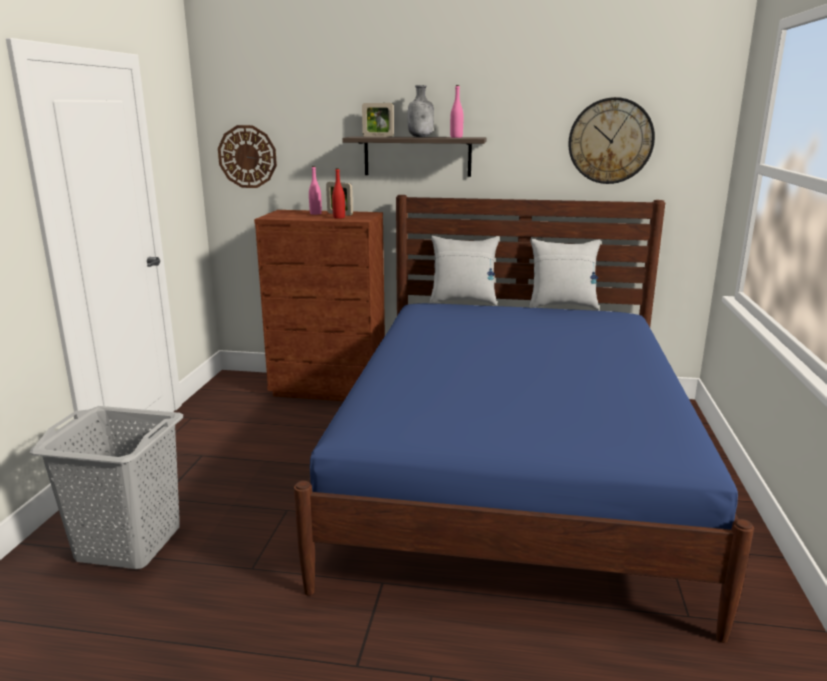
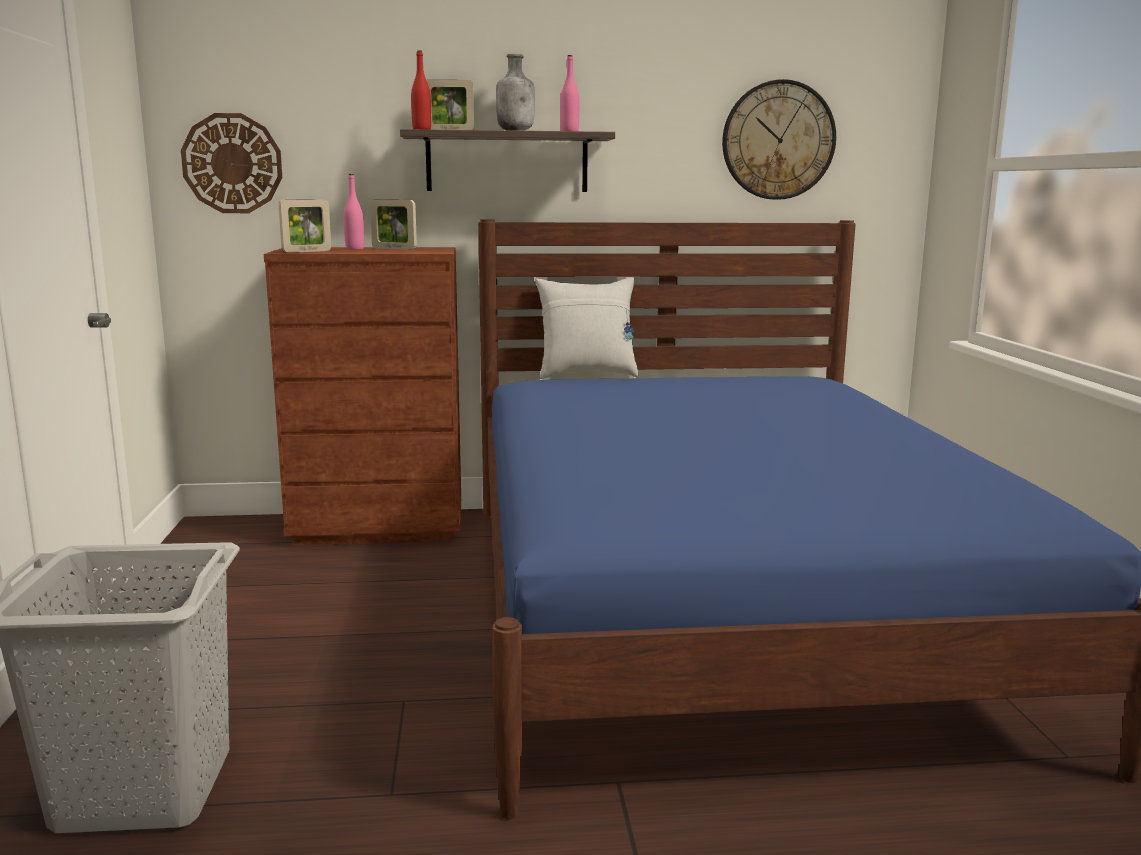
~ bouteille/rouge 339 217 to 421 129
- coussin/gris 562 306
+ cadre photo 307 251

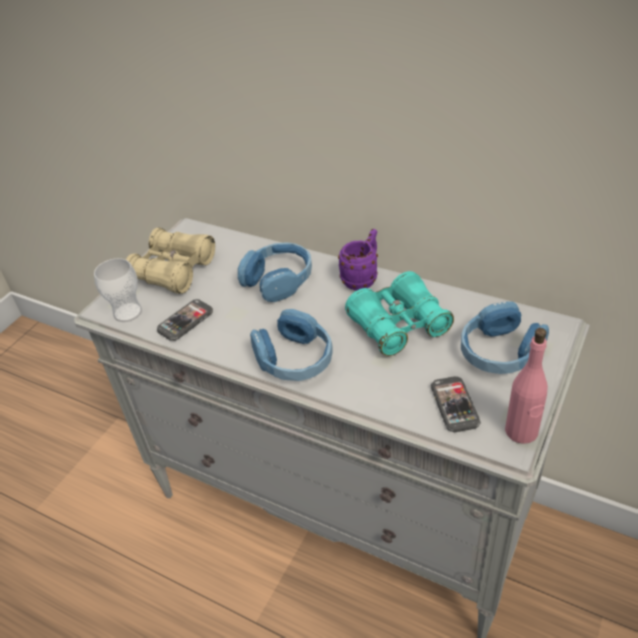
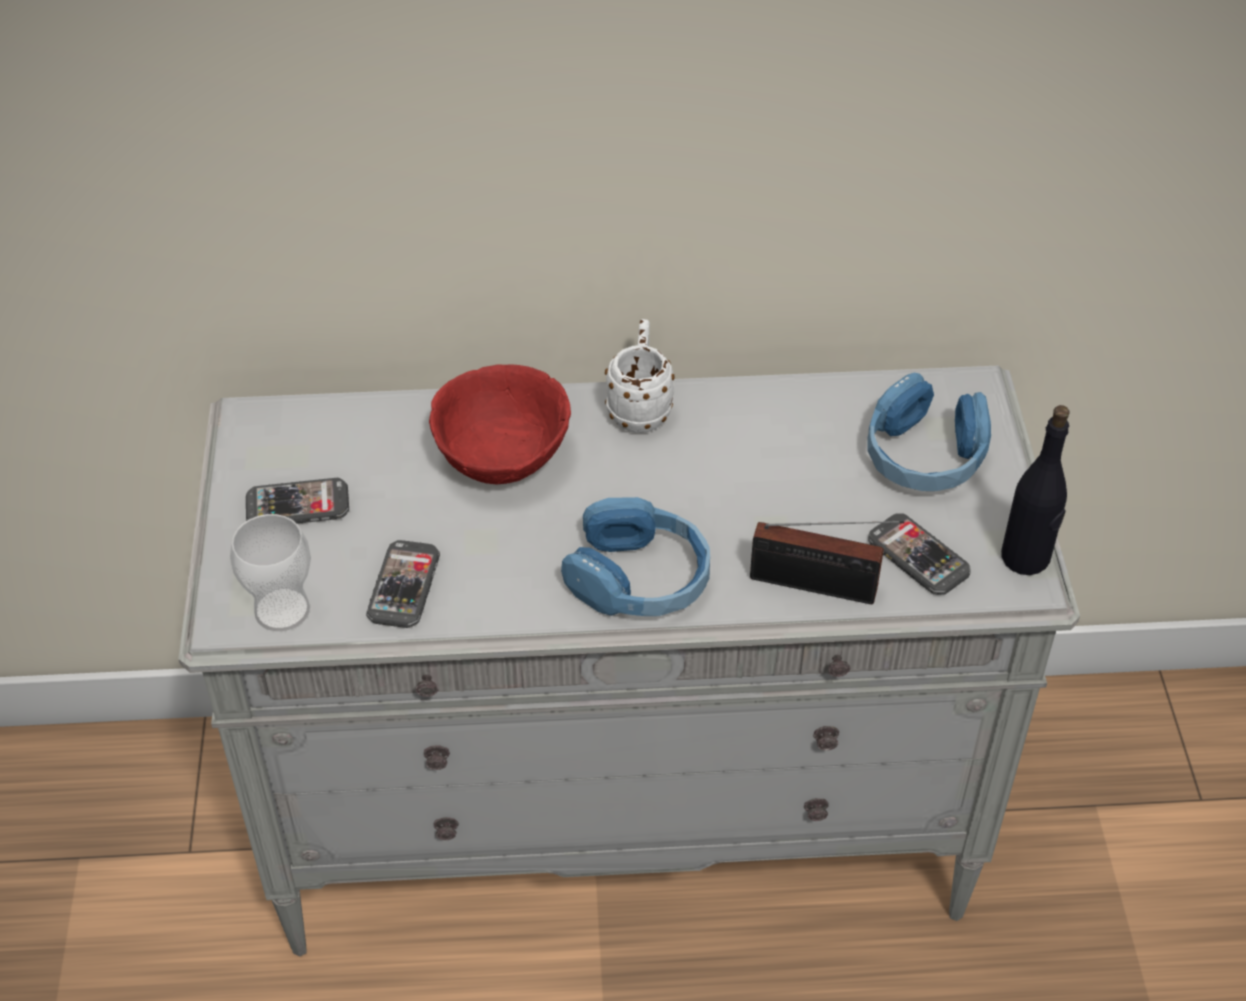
~ jumelles/beige 174 271 to téléphone 297 505
~ mug/violet 362 278 to mug/blanc 640 408
~ casque audio/bleu 278 280 to bol/rouge 503 457
- jumelles/turquoise 398 325
~ bouteille/rose 521 431 to bouteille/noir 1025 558
+ radio 820 587

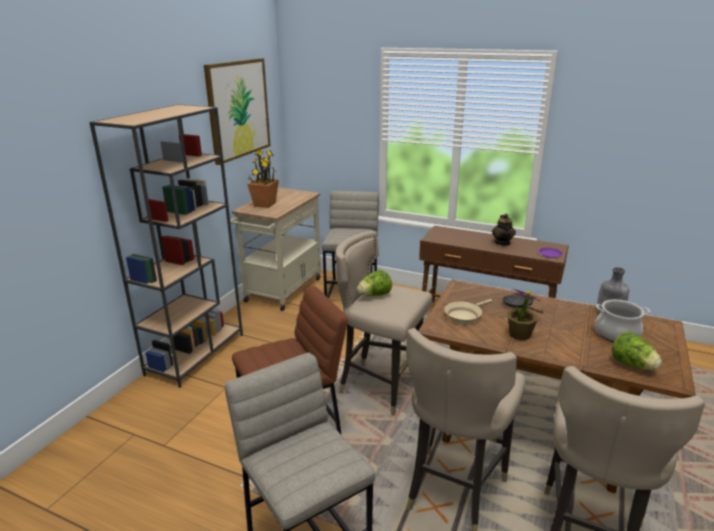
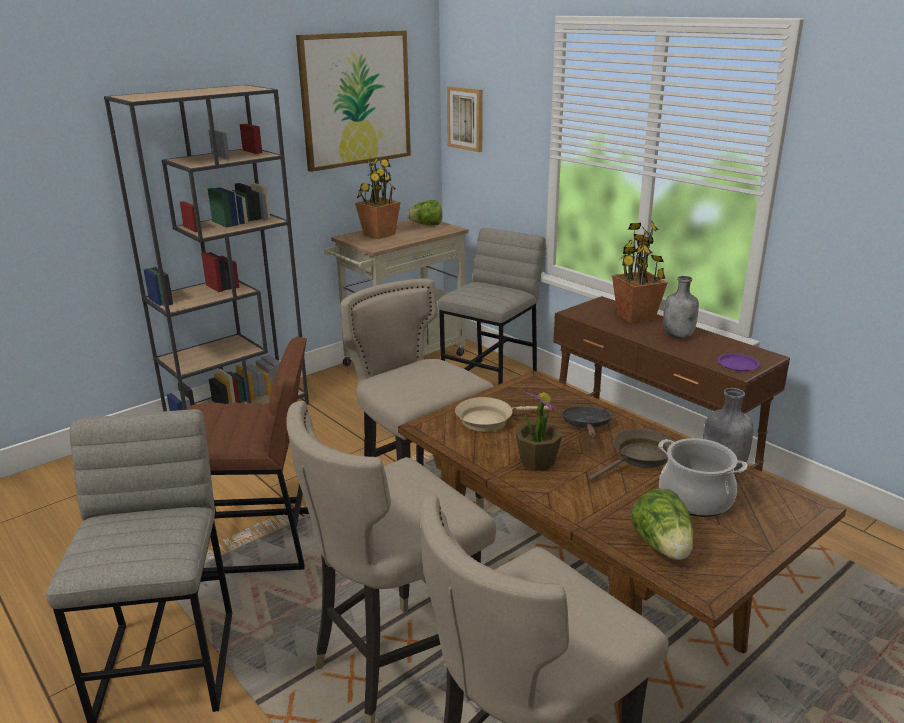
~ théière 502 242 to bouteille/gris 678 336
~ laitue 374 295 to 426 225
+ tableau 466 118
+ plante en pot 636 317
+ poêle/marron 639 458

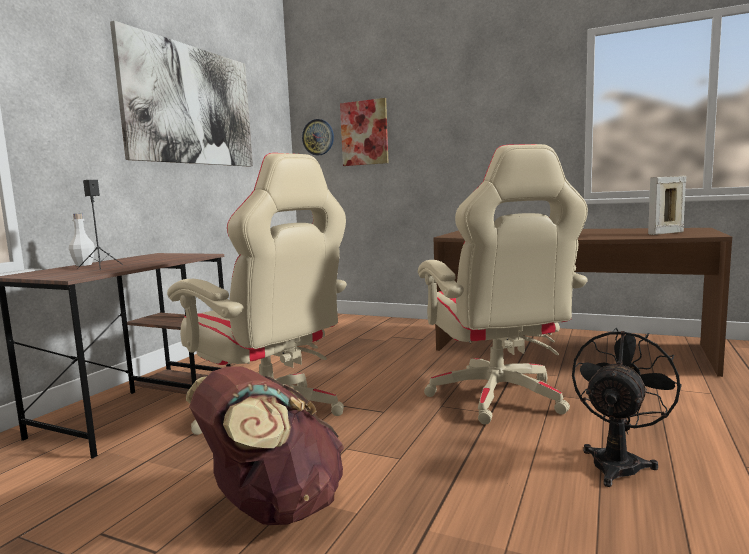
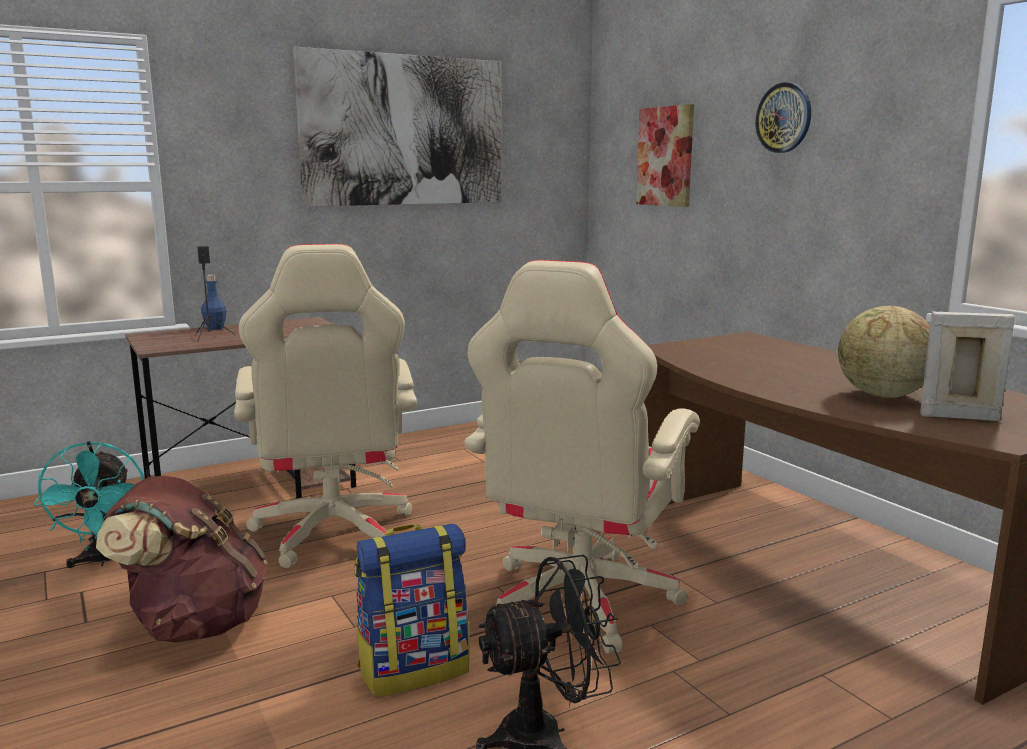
~ horloge murale 318 137 to 784 118
~ bouteille/blanc 84 265 to bouteille/bleu 215 328
+ globe 881 396
+ ventilateur/turquoise 104 561
+ sac à dos 414 669

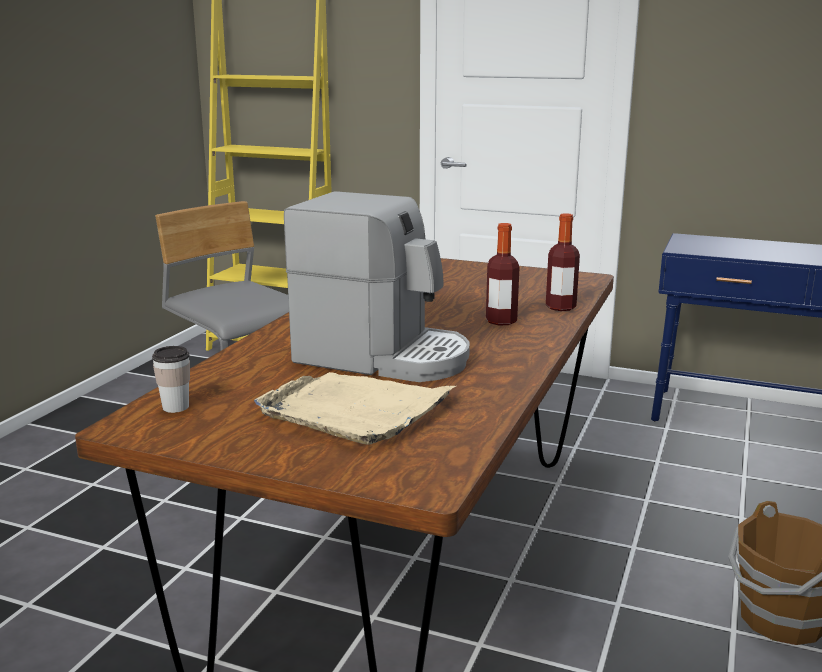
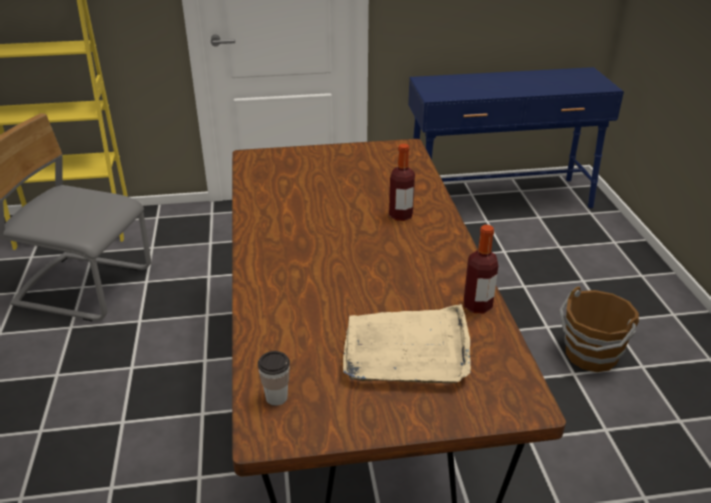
- machine à café 383 357
~ bouteille 560 307 to 477 306

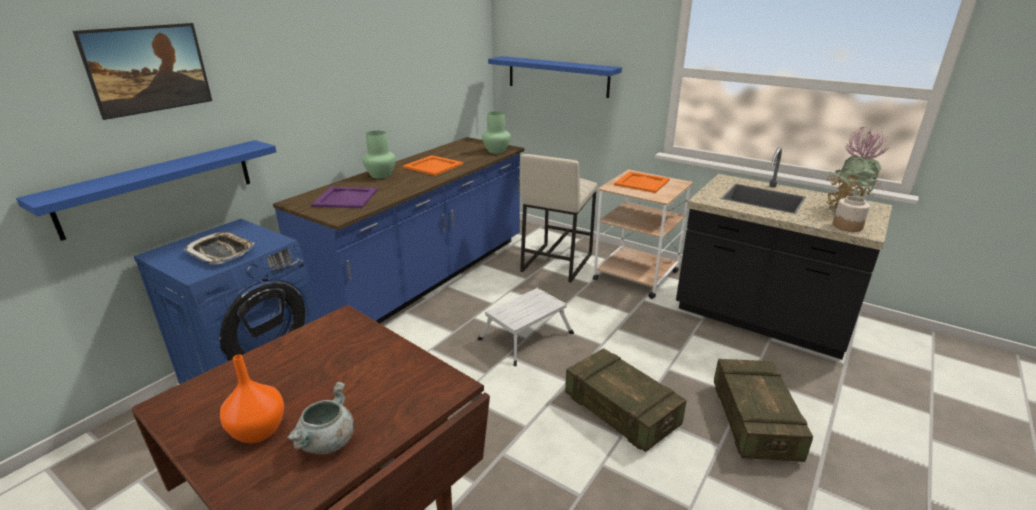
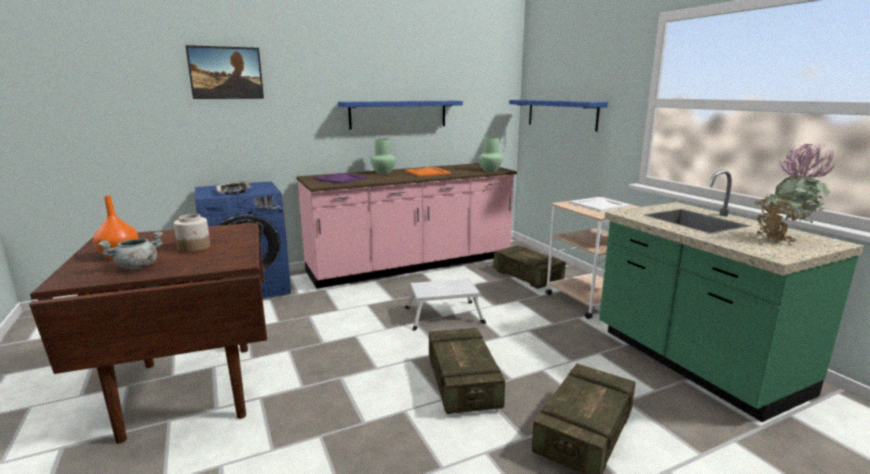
~ comptoir de cuisine/bleu 425 278 to comptoir de cuisine/rose 411 265
~ étagère/bleu 159 186 to 398 114
~ comptoir de cuisine/noir 761 319 to comptoir de cuisine/vert 694 362
~ tabouret/beige 557 262 to caisse 527 276
~ plateau/orange 641 182 to plateau/blanc 599 204
~ bocal 847 226 to 194 247

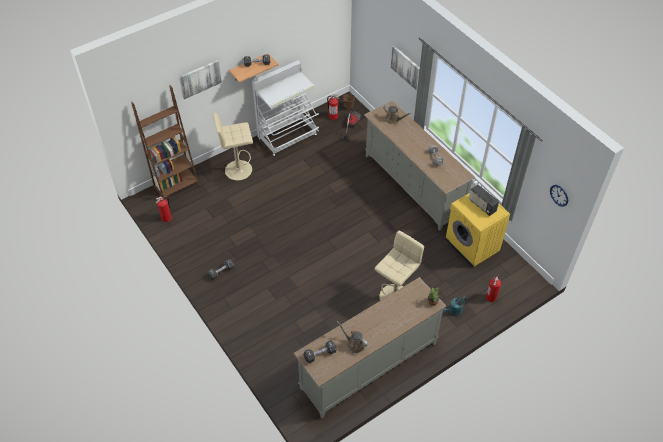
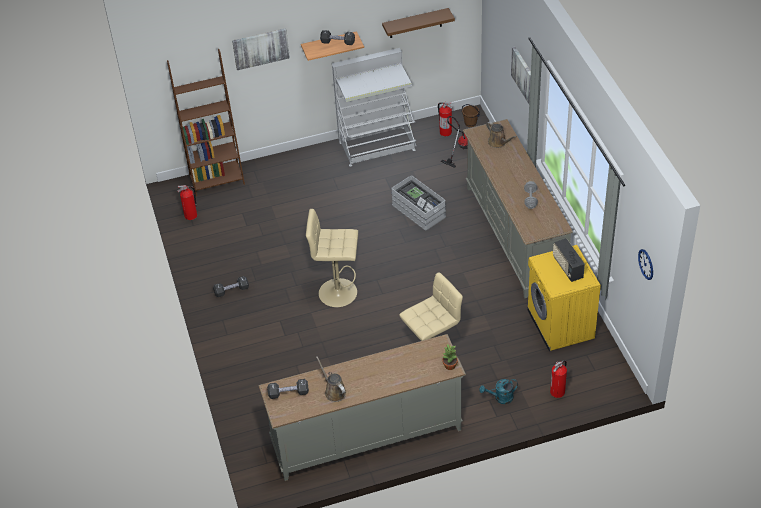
~ tabouret/beige 238 170 to 337 292
+ étagère/marron 415 23
+ boîte de rangement/gris 419 210

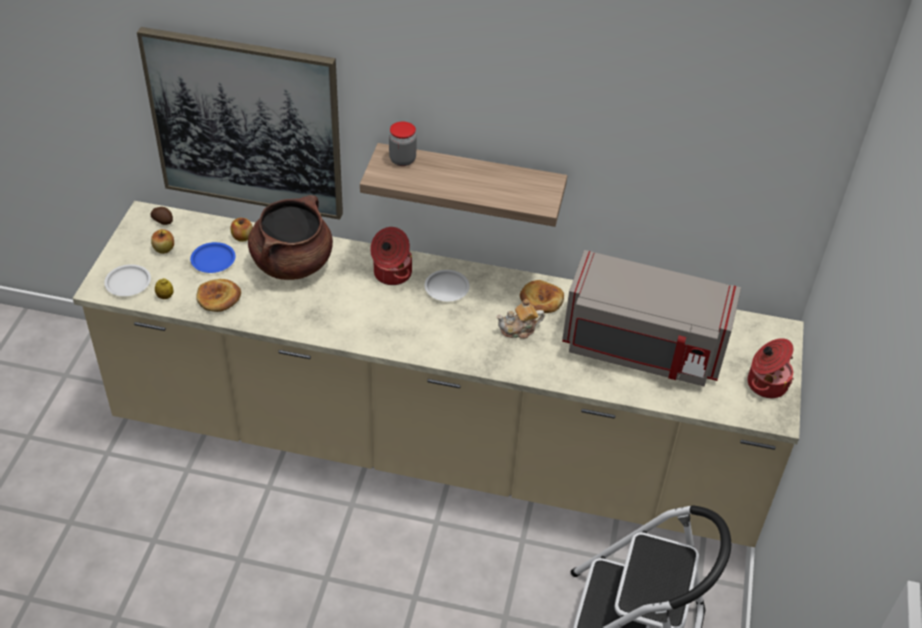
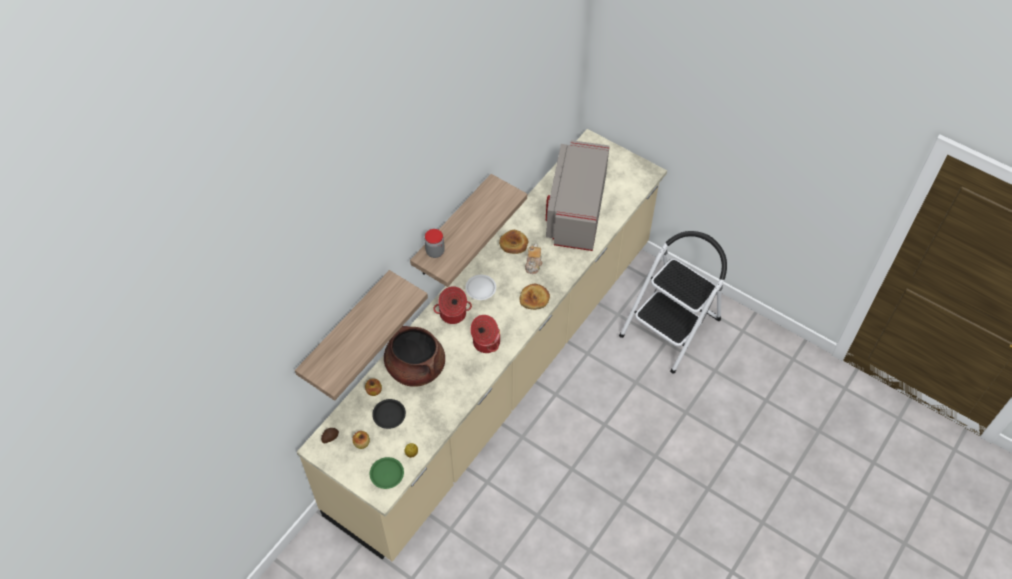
~ tableau 246 124 to étagère 346 330
~ assiette/bleu 213 260 to assiette/noir 389 415
~ micro-ondes/gris 642 349 = 575 210 150 degrees clockwise
~ assiette/blanc 128 283 to assiette/vert 386 474
~ pain 218 298 to 534 298
~ marmite 765 383 to 485 342

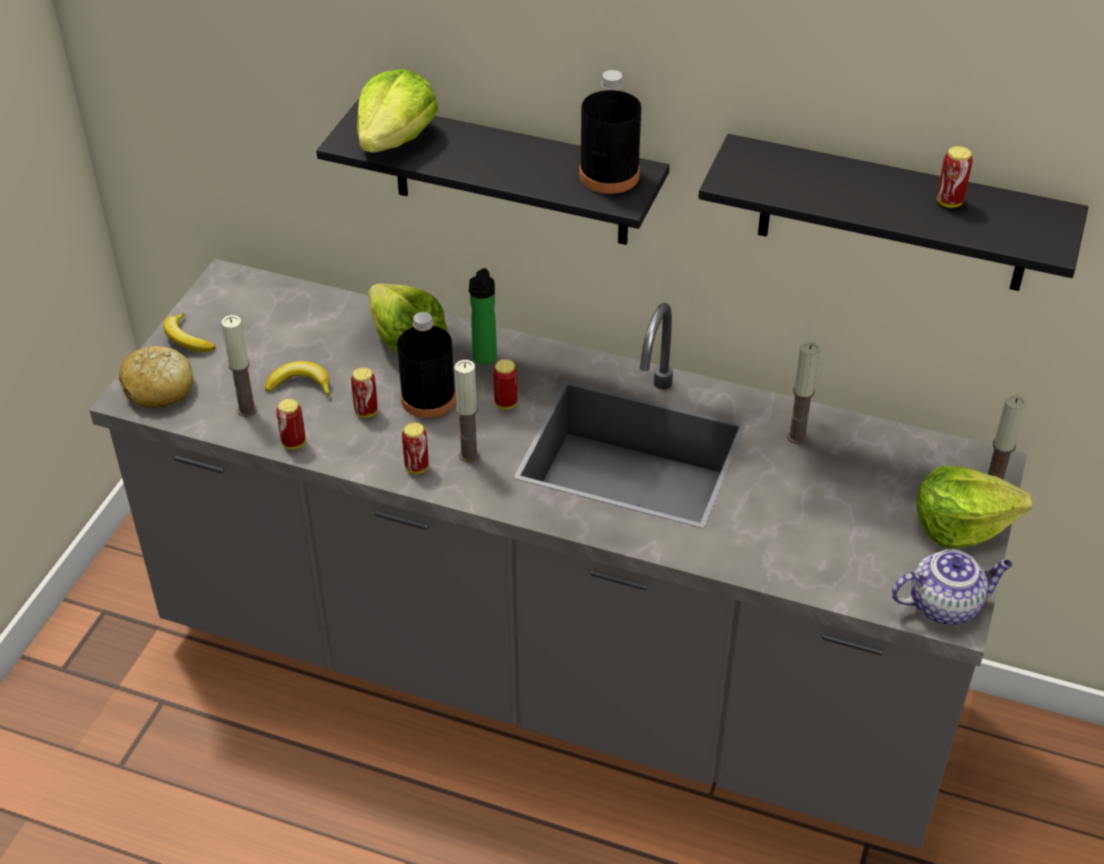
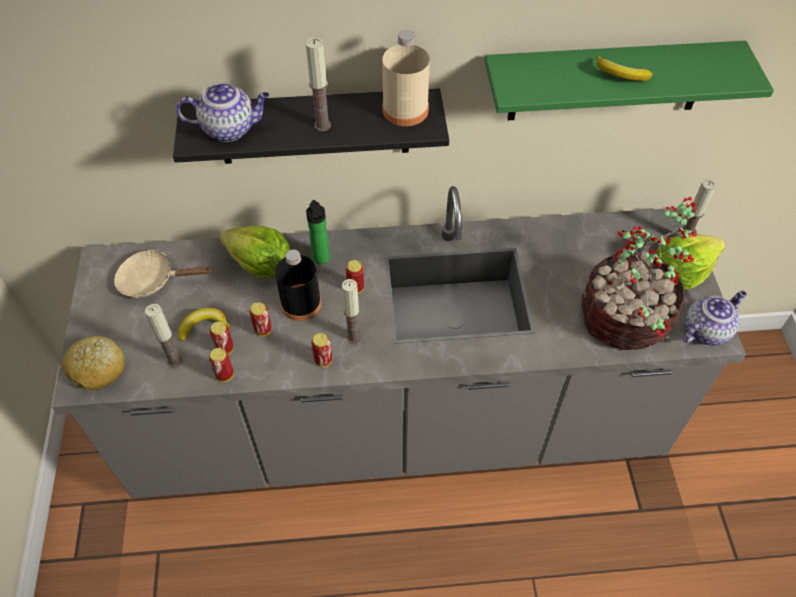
~ laitue 395 139 to théière 230 128
~ bouteille/noir 609 175 to bouteille/beige 405 110
~ étagère/noir 894 215 to étagère/vert 607 81
~ boîte métallique 949 202 to 225 349
~ banane 186 339 to 620 75
~ bougie 797 436 to 322 125
+ plante en pot 625 320
+ poêle/beige 153 280

